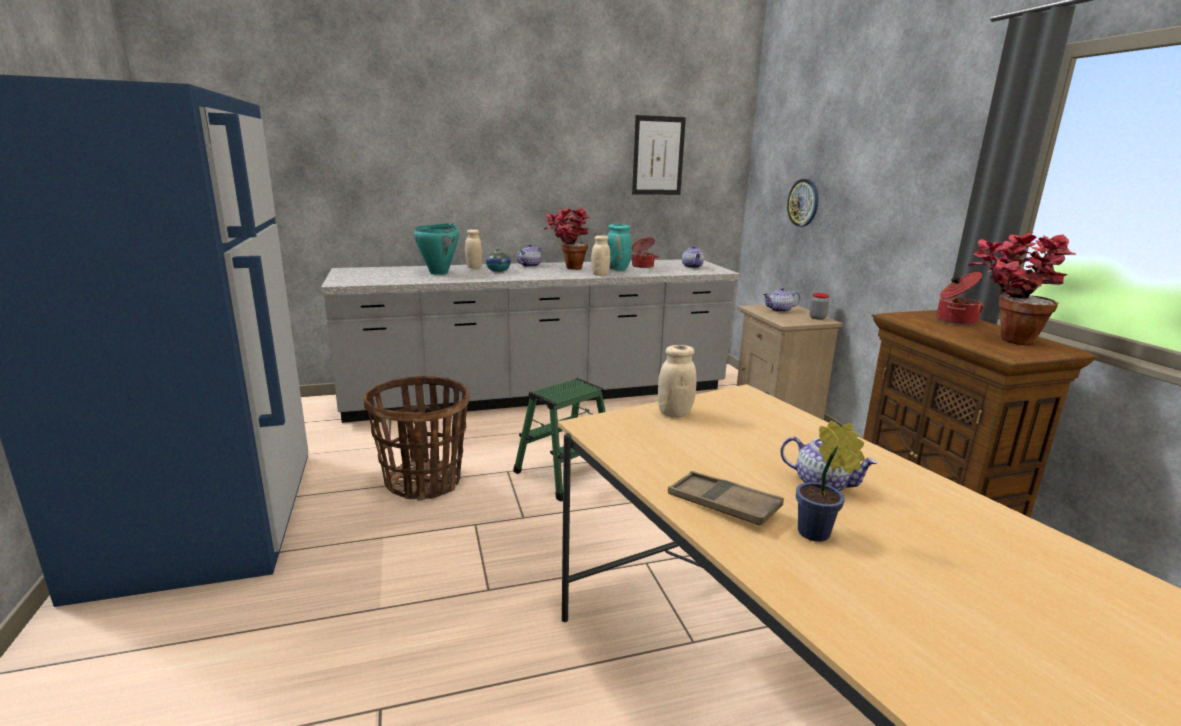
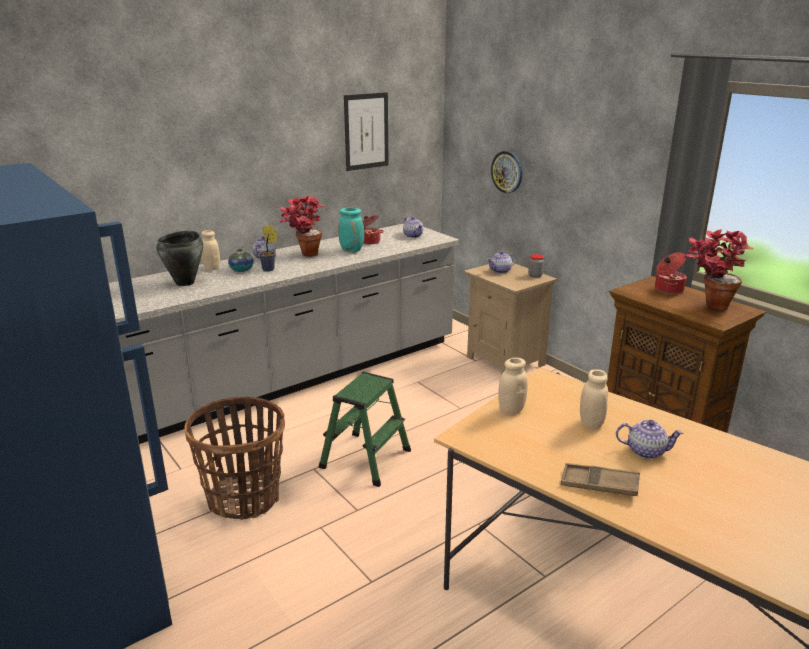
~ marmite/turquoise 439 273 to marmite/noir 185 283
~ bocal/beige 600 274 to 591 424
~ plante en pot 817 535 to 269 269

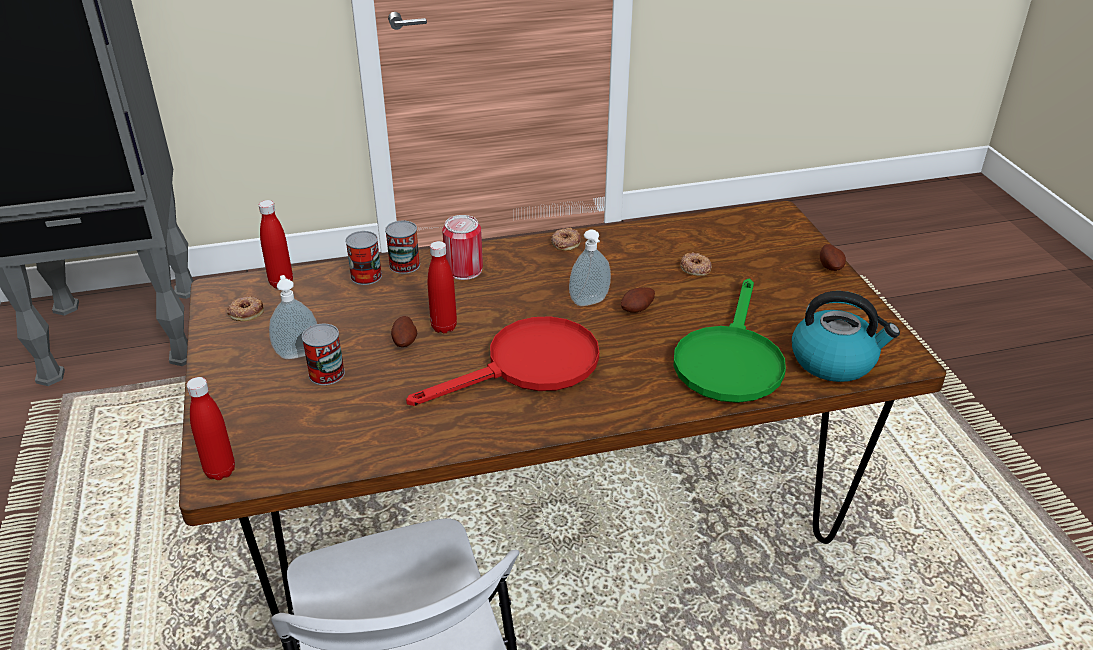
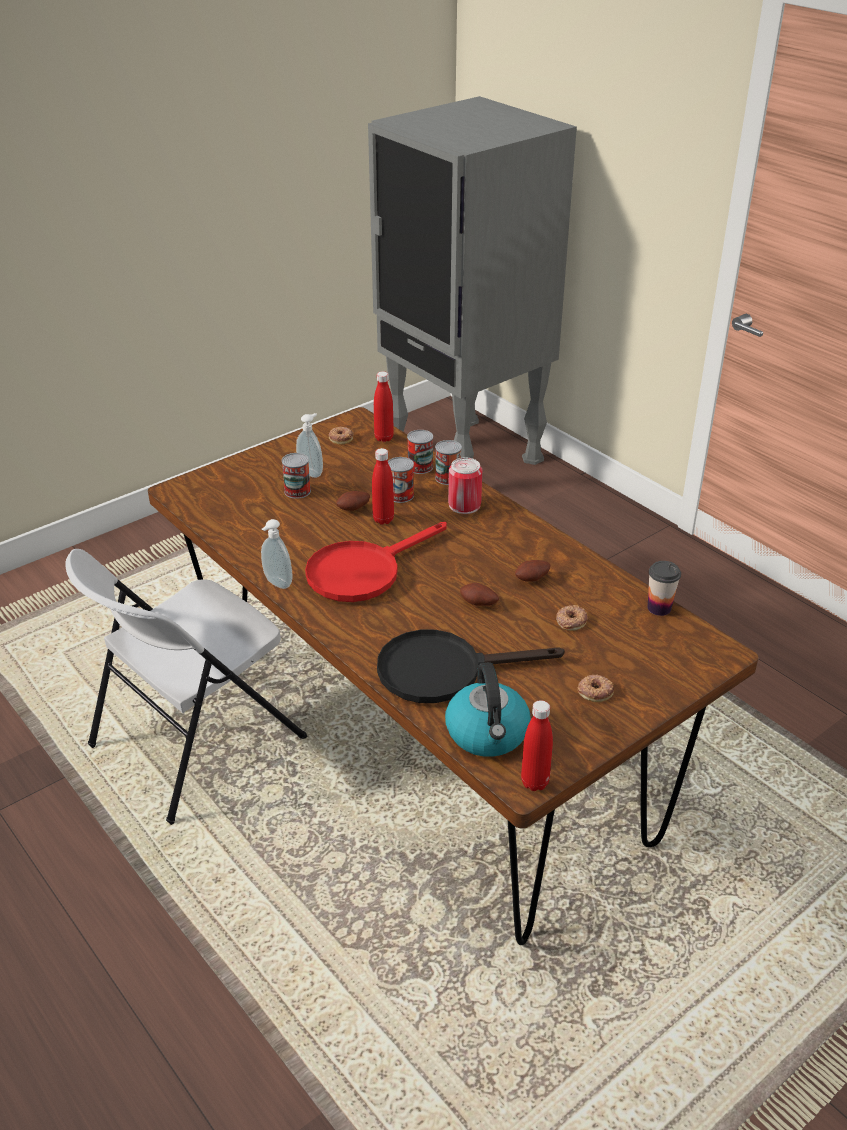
~ beignet 565 242 to 595 691
~ distributeur de savon 590 303 to 276 584
~ pomme de terre 831 267 to 532 580
~ poêle/vert 729 360 to poêle/noir 444 670
~ poêle/rouge 529 366 = 363 571 105 degrees clockwise
~ bouteille/rouge 220 471 to 534 782
+ boîte métallique 400 495
+ tasse 659 608

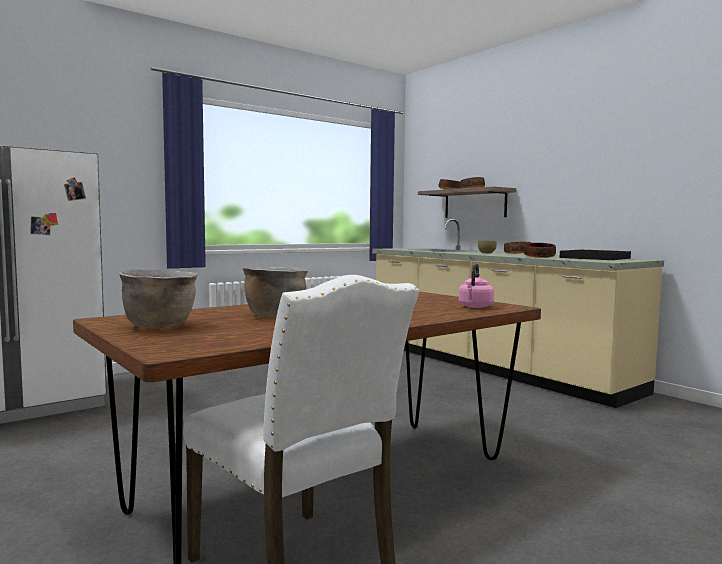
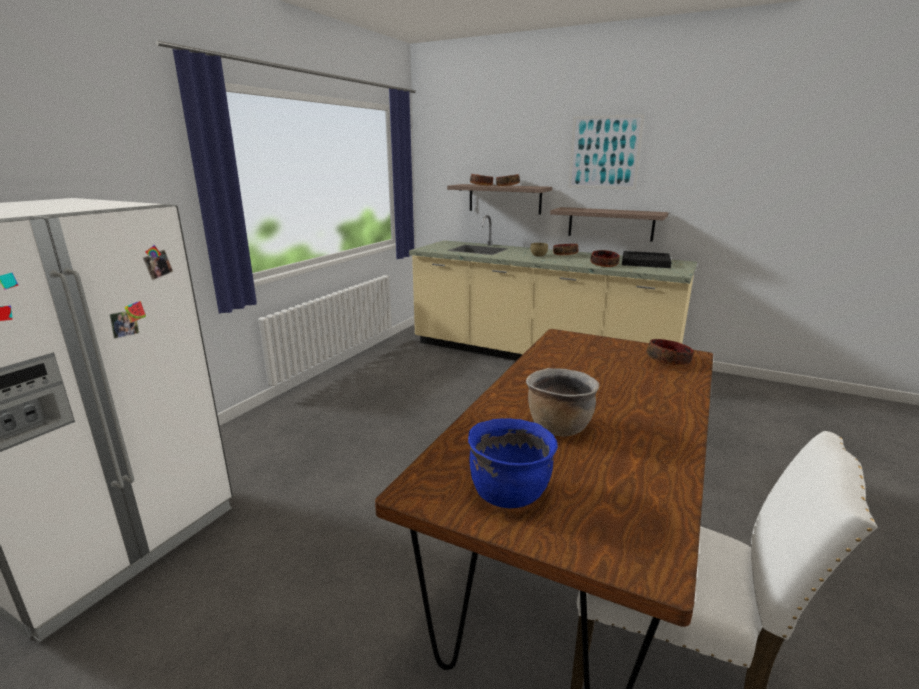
~ bouilloire/rose 475 307 to bol 668 361
~ marmite/marron 160 326 to marmite/bleu 509 493
+ tableau 604 152
+ étagère 610 224

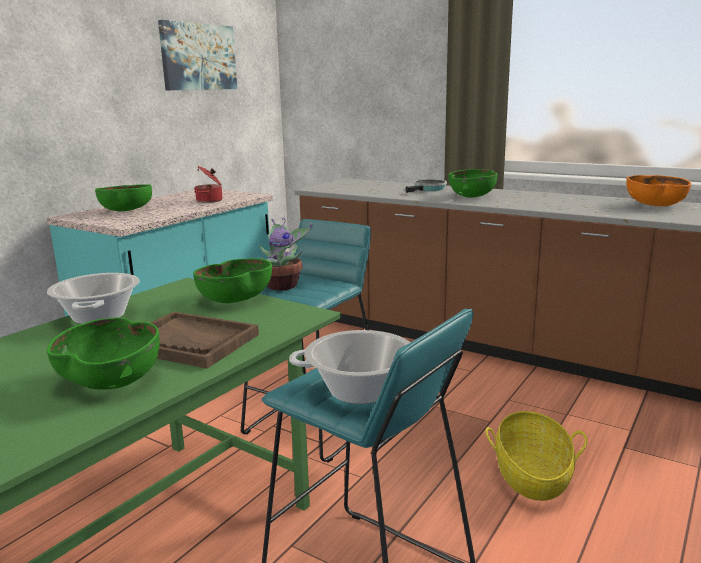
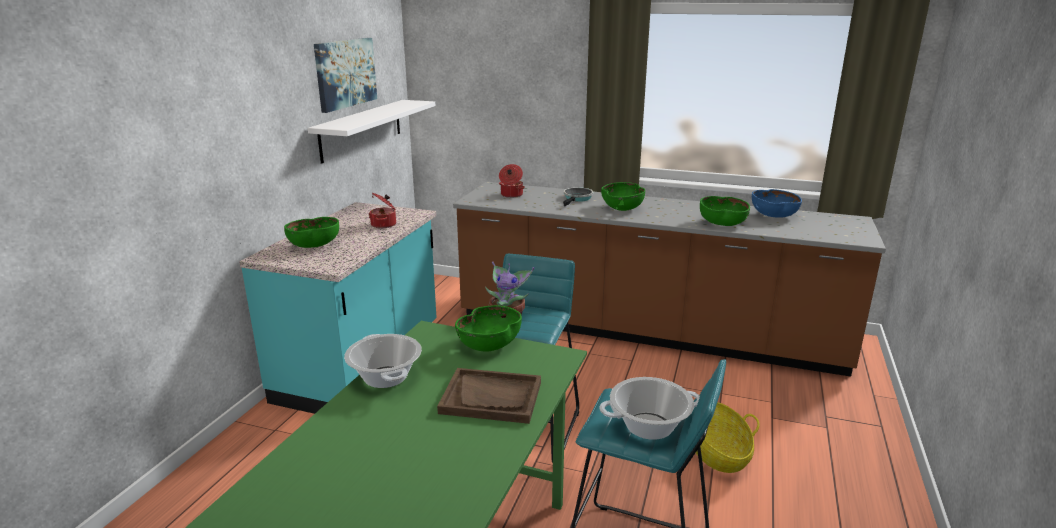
~ bol/orange 654 205 to bol/bleu 773 216
~ bol/vert 112 380 to 722 223
+ étagère/blanc 362 129
+ marmite 511 195

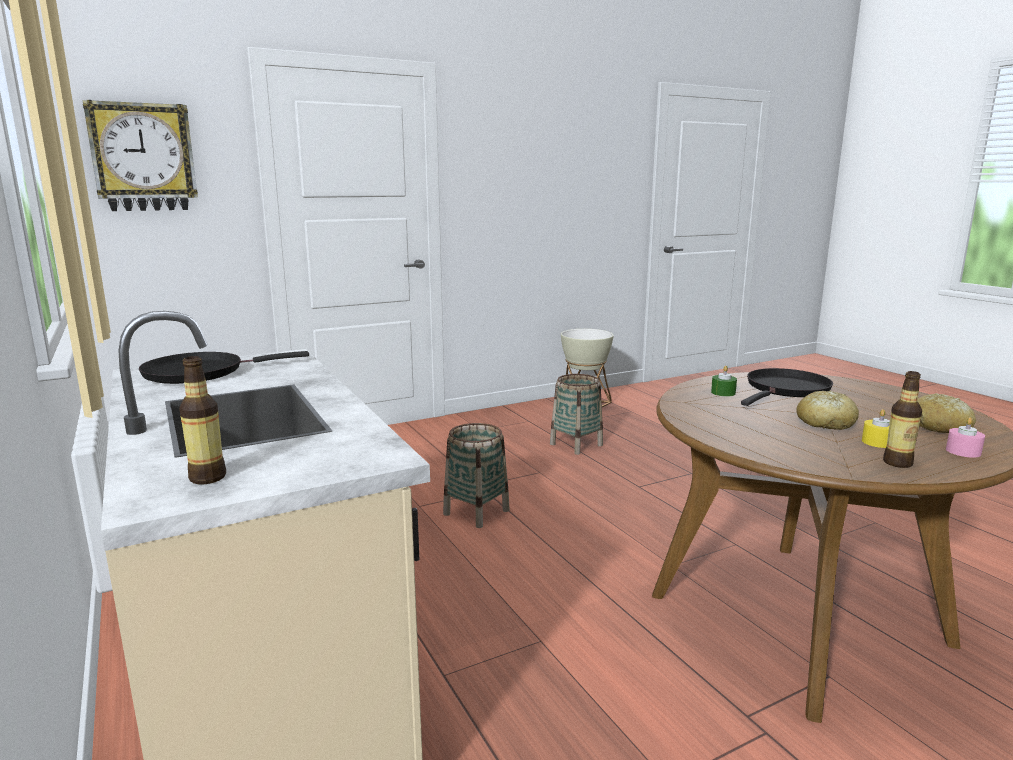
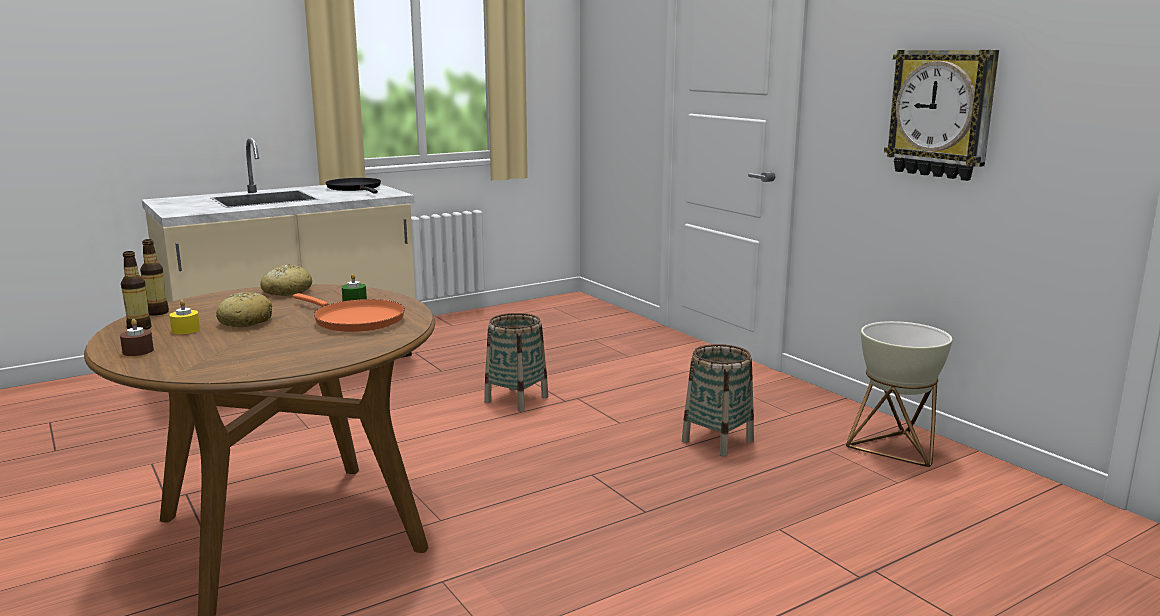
~ horloge murale 143 157 to 941 113
~ bouteille 207 478 to 157 312
~ poêle/noir 786 389 to poêle/orange 355 320
~ pain 939 426 to 287 291
~ bougie/rose 963 451 to bougie/marron 138 351

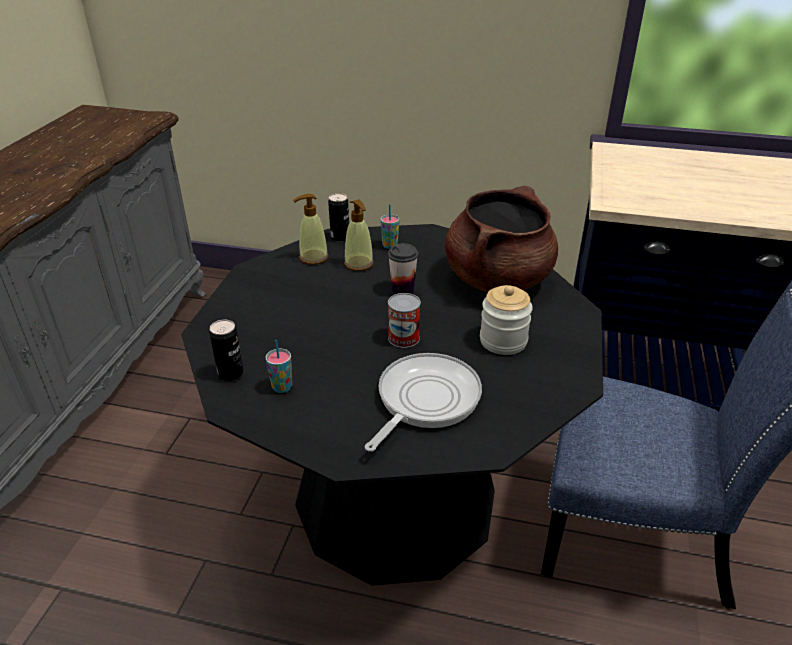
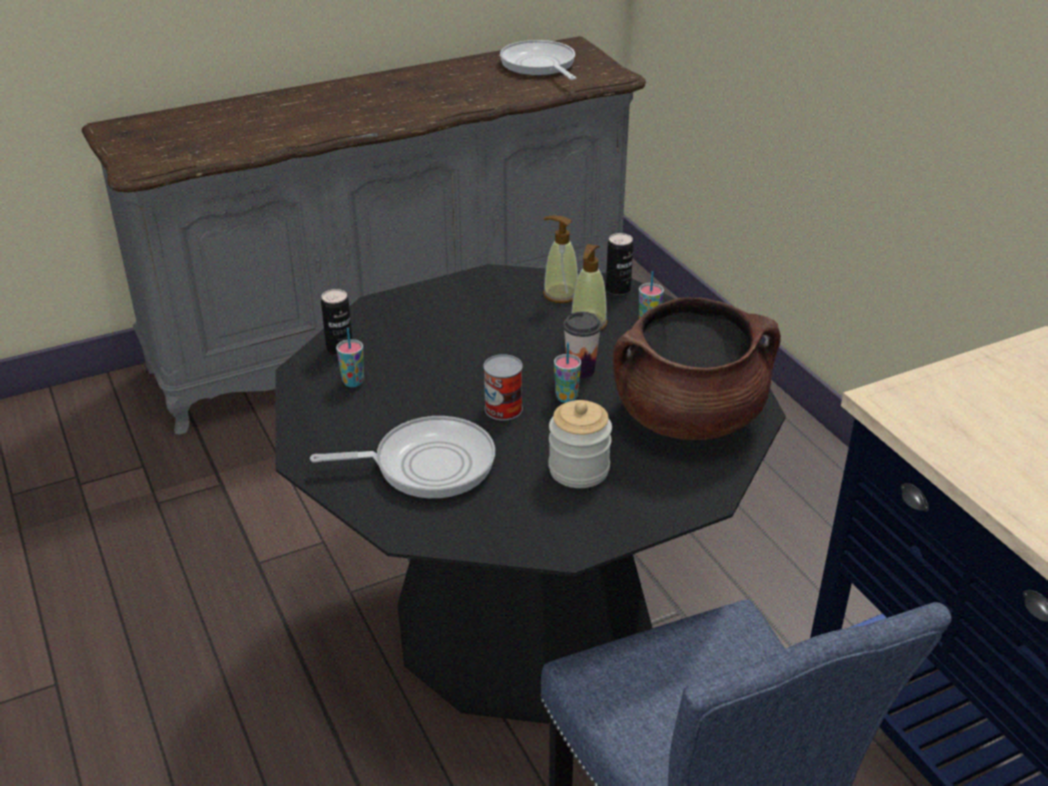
+ poêle 539 65
+ tasse 566 397

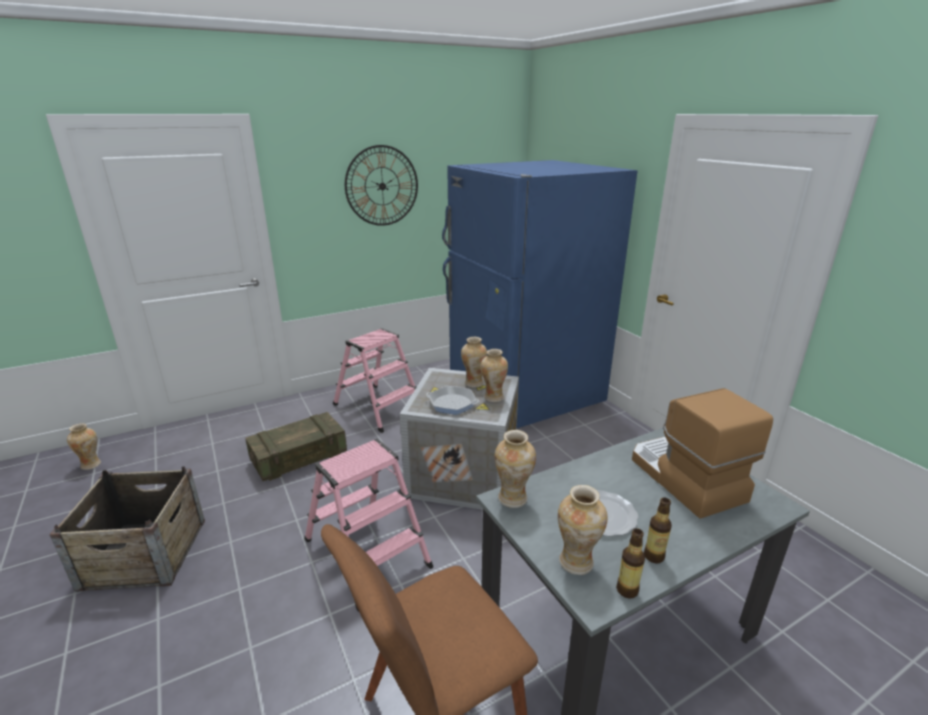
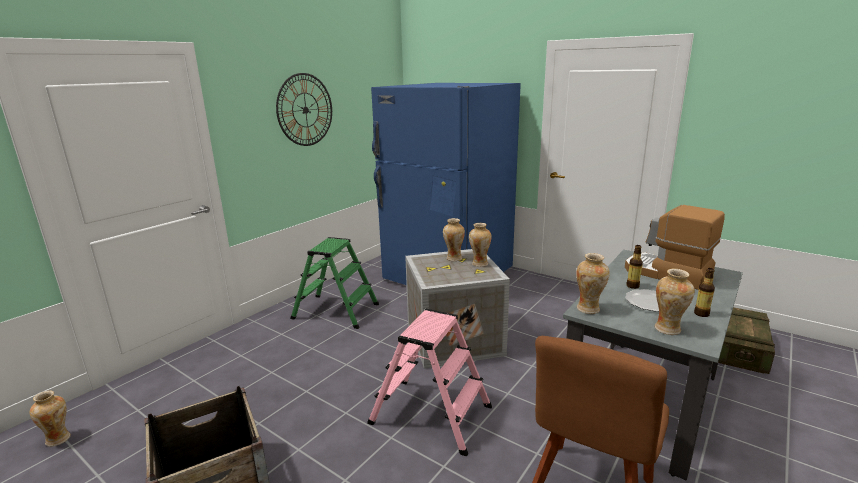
~ escabeau/rose 377 407 to escabeau/vert 335 311
- poêle 452 404
~ caisse 299 458 to 739 350
~ bouteille 627 590 to 632 286

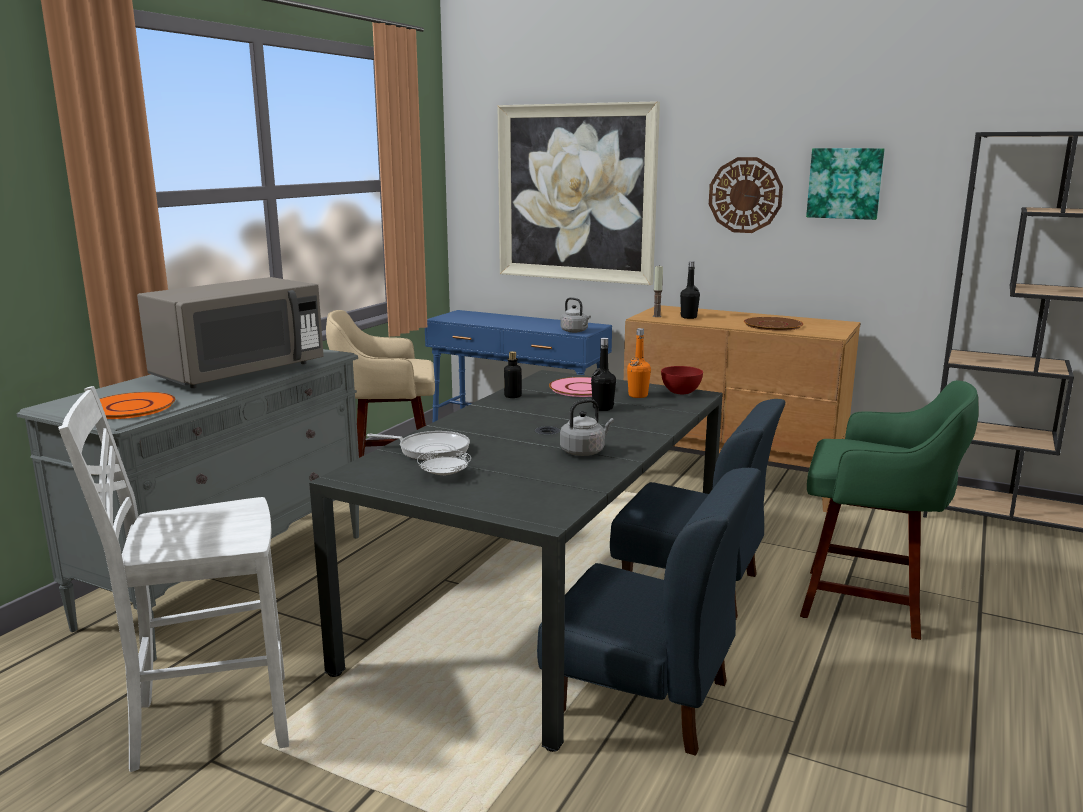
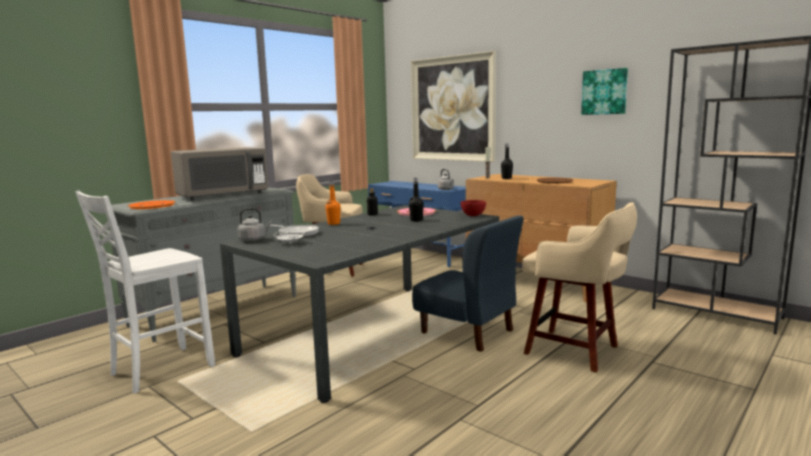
- horloge murale 745 195
~ bouteille/orange 638 395 to 334 223
~ tabouret/vert 869 605 to tabouret/beige 575 351
~ chaise/blanc 208 722 = 159 370 45 degrees counterclockwise
~ bouilloire/gris 584 451 to 254 239
- chaise/bleu 644 698

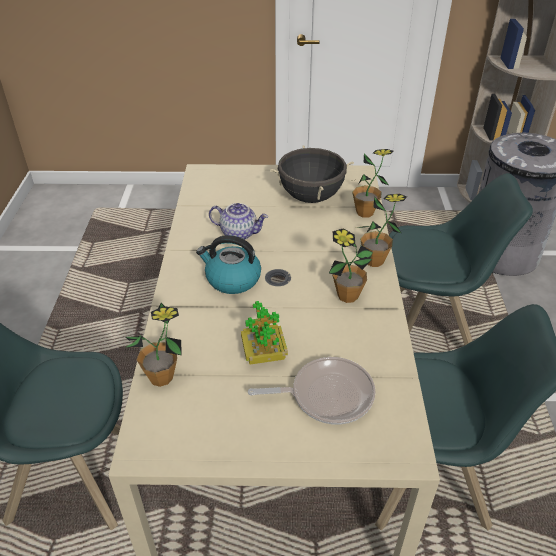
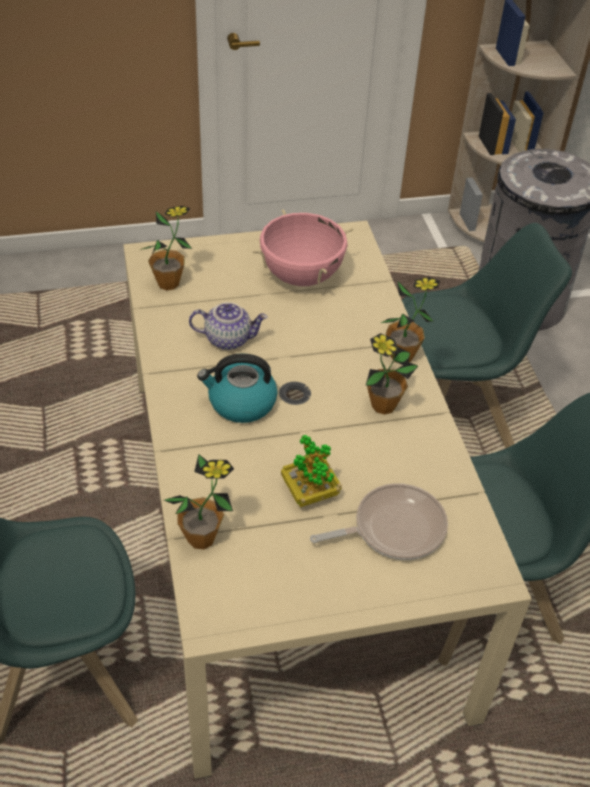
~ marmite/noir 310 197 to marmite/rose 301 276
~ plante en pot 365 212 to 168 283

